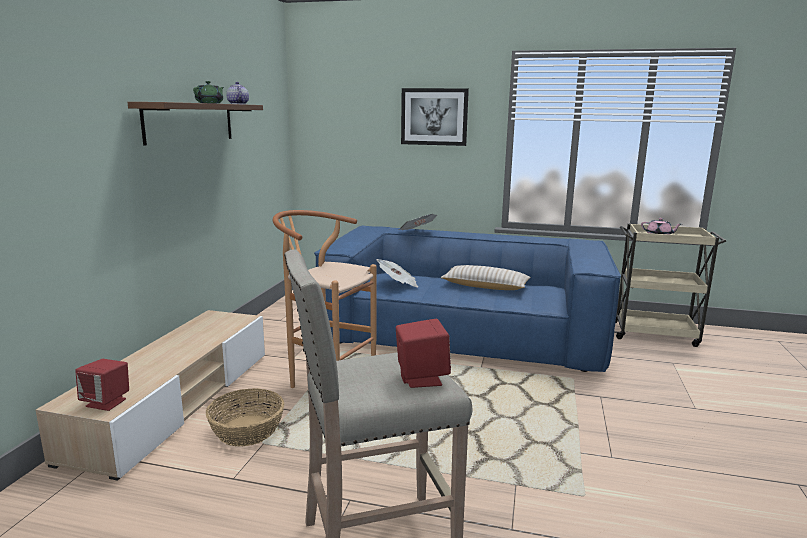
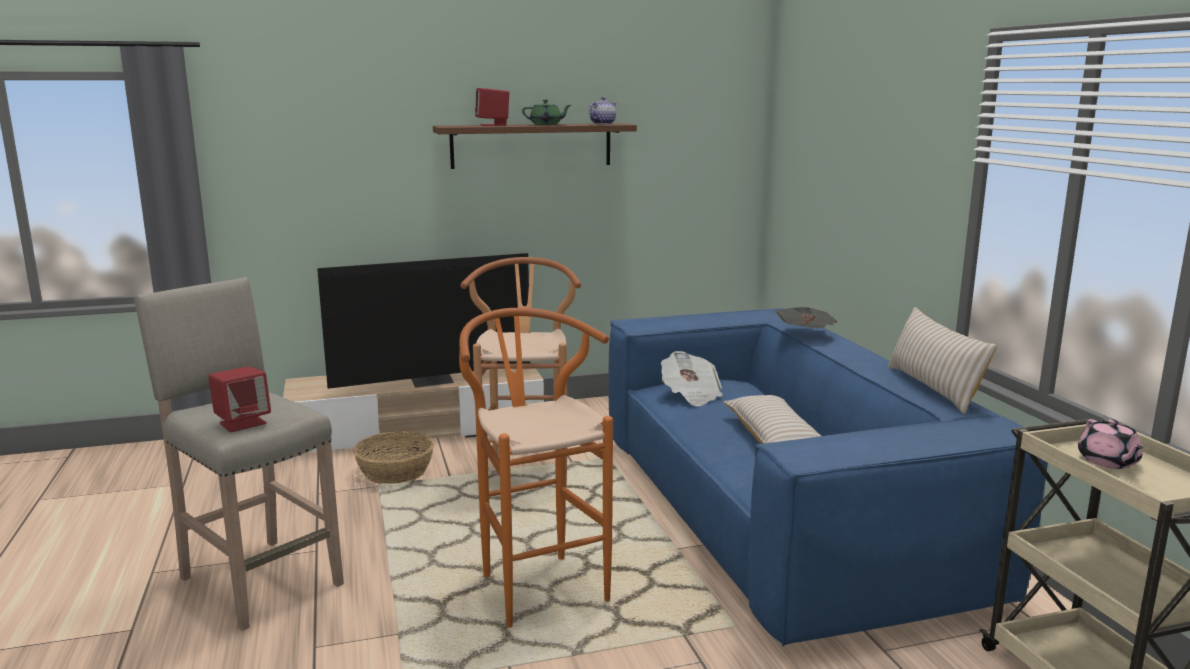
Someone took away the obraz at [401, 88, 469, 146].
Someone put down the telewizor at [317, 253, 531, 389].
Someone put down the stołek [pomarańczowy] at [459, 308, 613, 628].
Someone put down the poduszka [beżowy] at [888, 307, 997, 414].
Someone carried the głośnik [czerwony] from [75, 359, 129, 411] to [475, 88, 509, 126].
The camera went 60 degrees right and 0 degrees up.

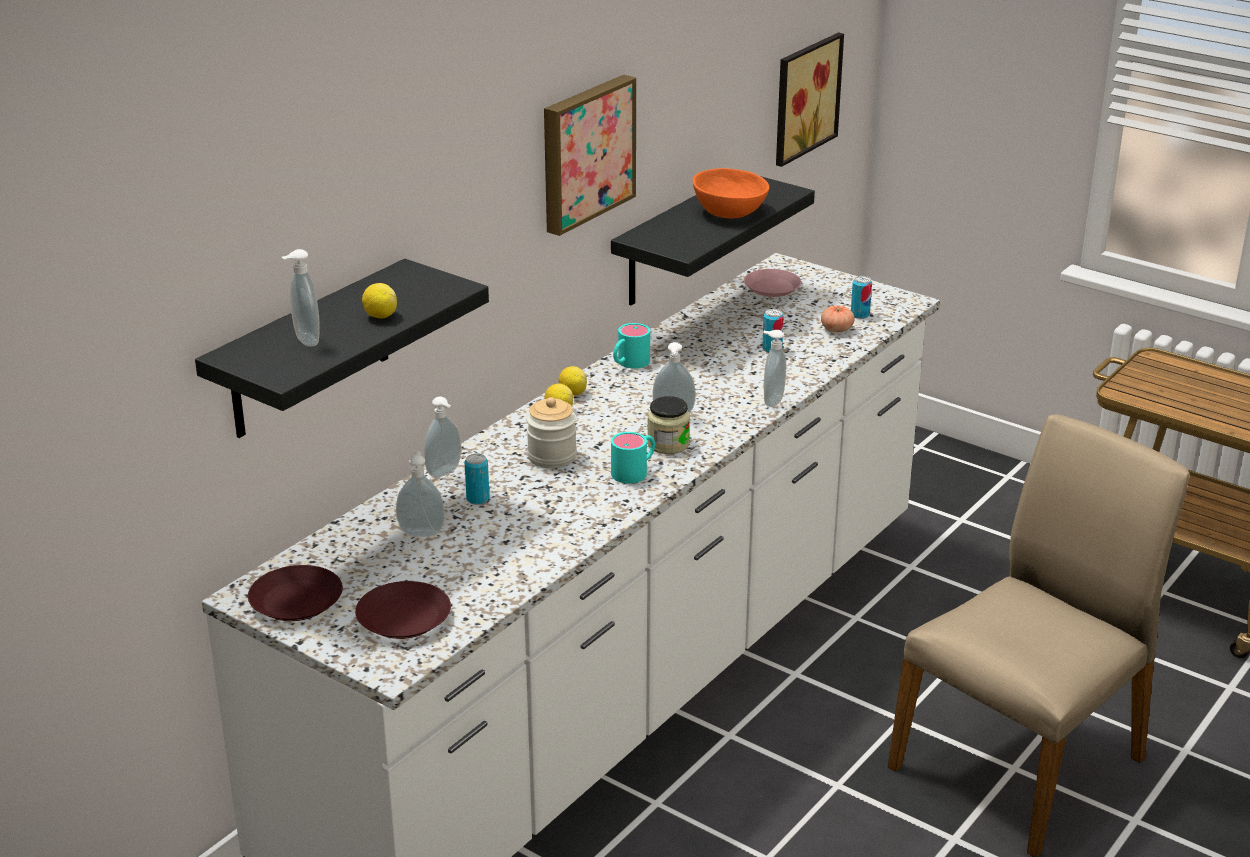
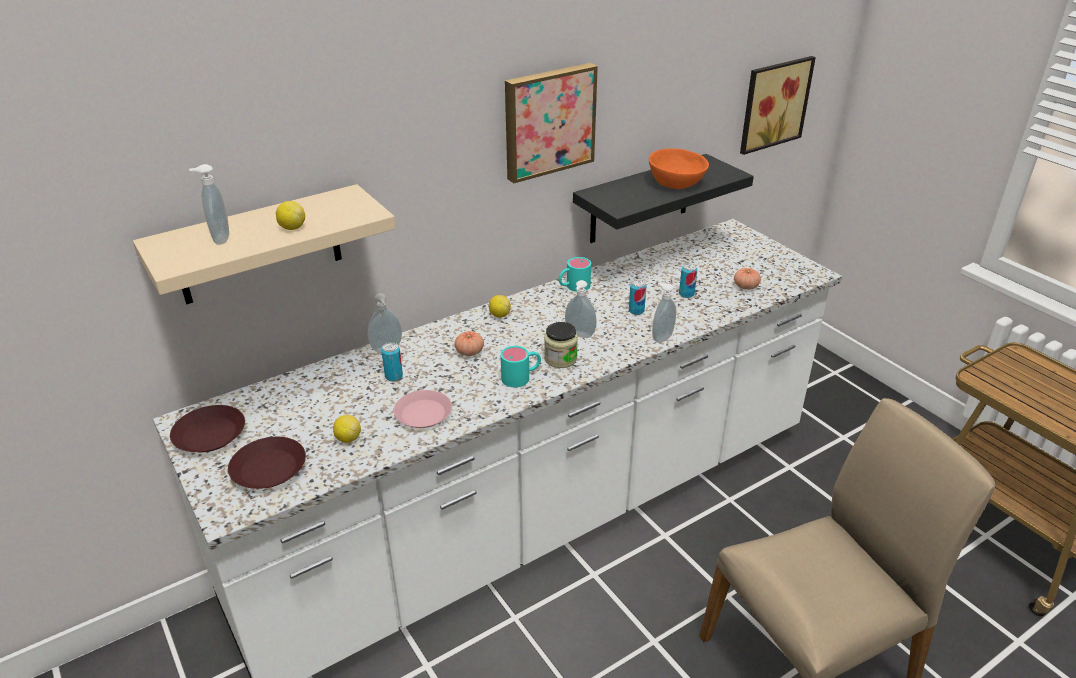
Someone took away the dozownik mydła at [396, 451, 445, 537].
Someone carried the cytryna from [559, 366, 587, 396] to [333, 415, 361, 443].
Someone carried the talerz [różowy] from [744, 269, 801, 297] to [394, 390, 452, 428].
Someone carried the puszka from [851, 276, 872, 319] to [629, 280, 647, 315].
Someone swapped the słoik at [526, 397, 577, 468] for the pomidor at [455, 331, 484, 356].
Someone repainted the półka [czarny] at [195, 259, 489, 438], which became the półka [beżowy] at [133, 184, 396, 304].
The camera went 20 degrees right and 5 degrees up.

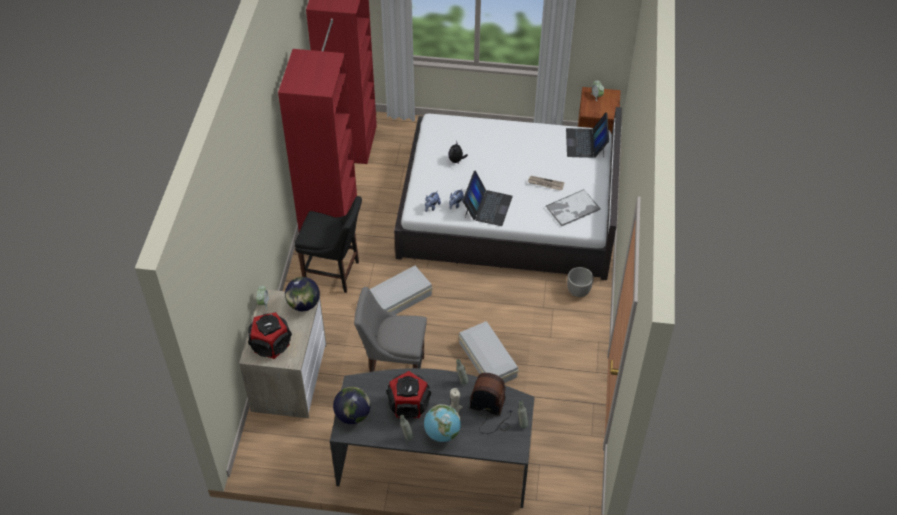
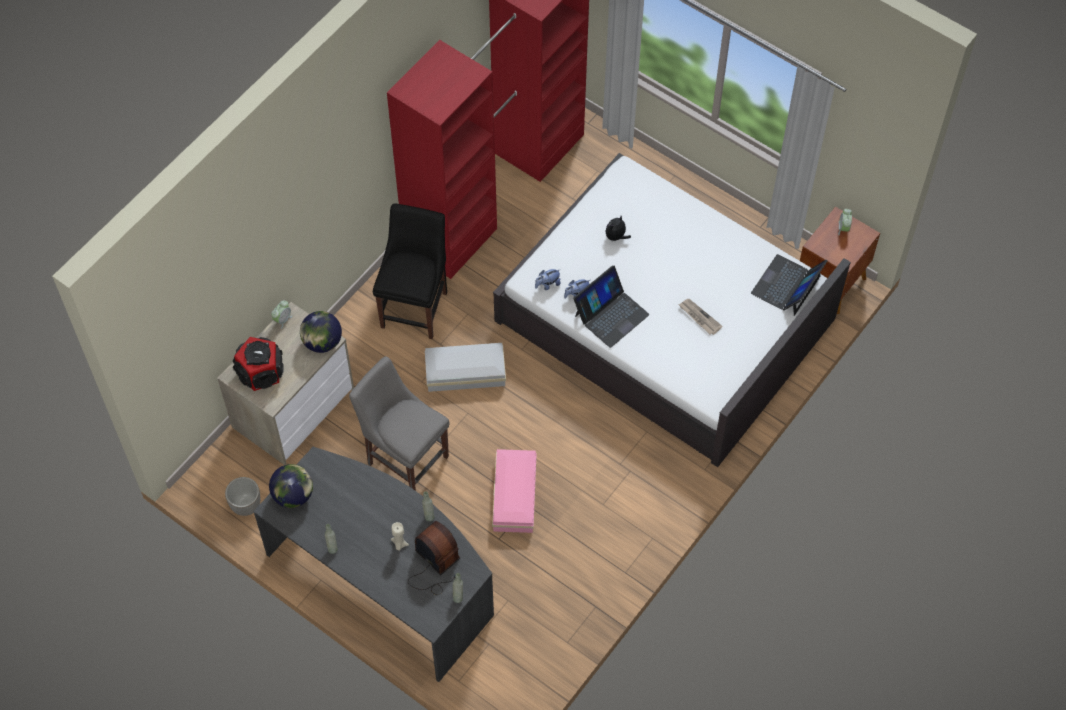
Someone took away the głośnik at [387, 371, 431, 419].
Someone took away the globus at [424, 404, 461, 442].
Someone took away the taca at [546, 189, 601, 227].
Someone carried the donica from [567, 267, 594, 297] to [225, 477, 260, 516].
Someone repainted the pojemnik do przechowywania [biały] at [459, 321, 519, 383], which became the pojemnik do przechowywania [różowy] at [492, 449, 537, 533].
Someone rotated the krzesło [czarny] at [295, 196, 362, 293] by 120 degrees counterclockwise.
The camera went 30 degrees right and 10 degrees up.

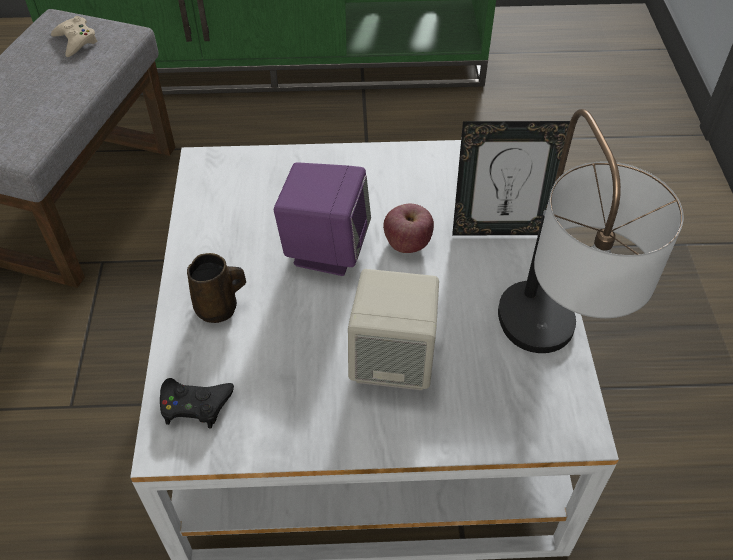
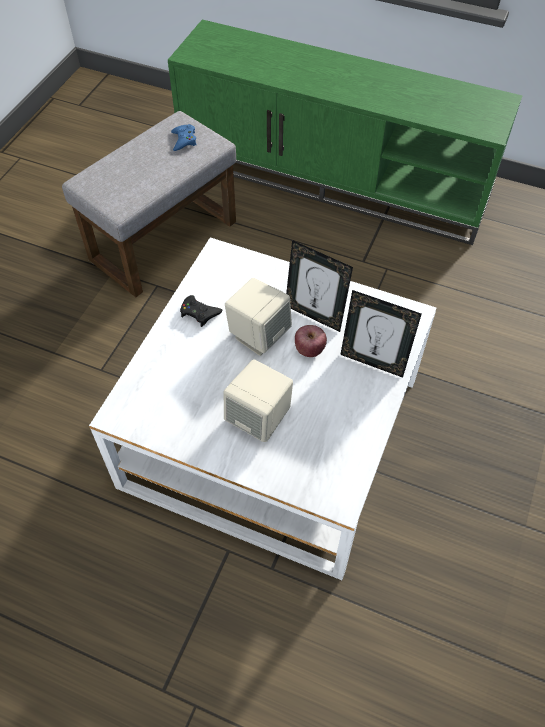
Someone took away the kubek [brązowy] at [187, 253, 246, 323].
Someone took away the lampa stołowa at [498, 109, 684, 353].
Someone put down the ramka na zdjęcie at [286, 240, 353, 332].
Someone carried the pad do gier [czarny] from [160, 378, 234, 429] to [180, 295, 222, 327].
Someone repainted the pad do gier [beżowy] at [51, 16, 98, 57], which became the pad do gier [niebieski] at [171, 124, 197, 151].
Someone repainted the głośnik [fioletowy] at [274, 162, 371, 276], which became the głośnik [beżowy] at [225, 278, 292, 356].
The camera went 25 degrees right and 5 degrees up.

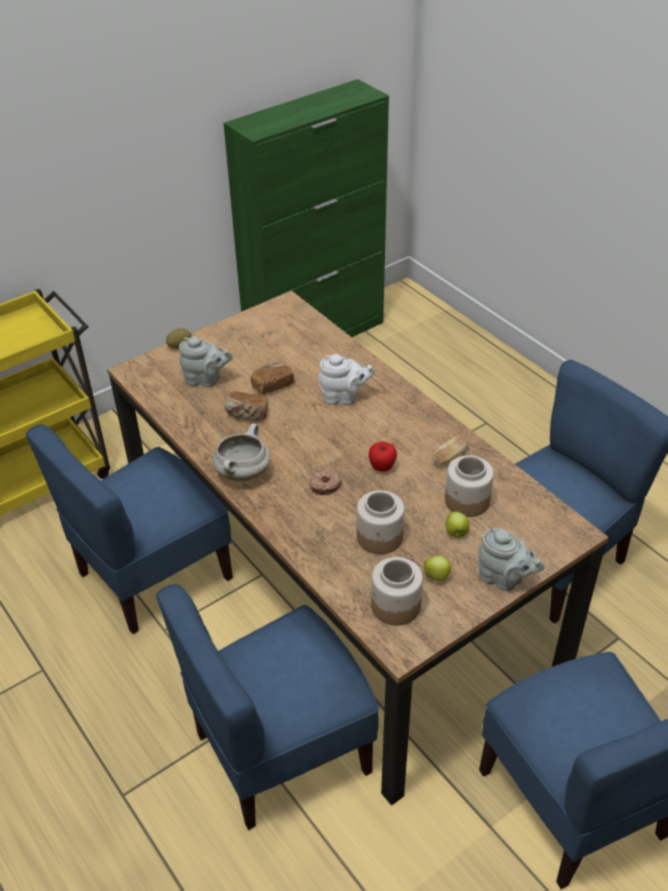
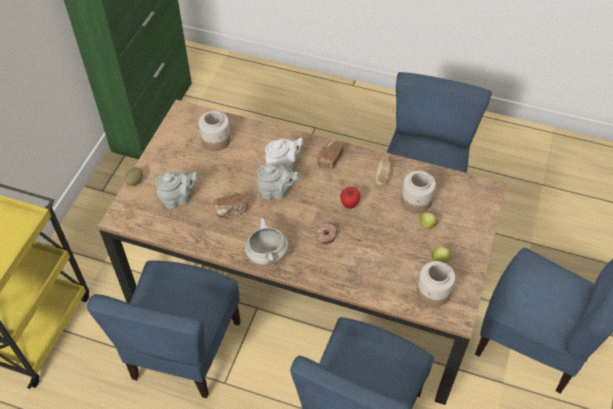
Someone carried the chleb from [251, 362, 294, 394] to [317, 140, 344, 169].
Someone carried the słoik from [357, 490, 405, 554] to [198, 111, 231, 151].
Someone carried the imbryk [szary] from [478, 528, 545, 591] to [256, 164, 301, 200].
The camera went 35 degrees left and 10 degrees up.

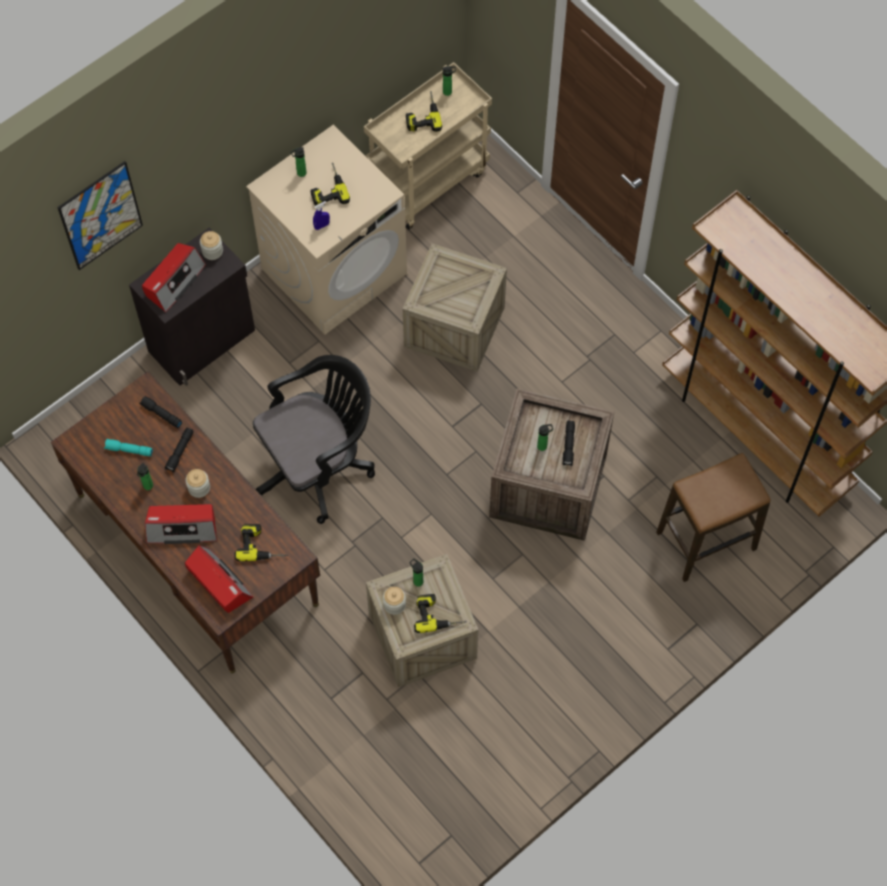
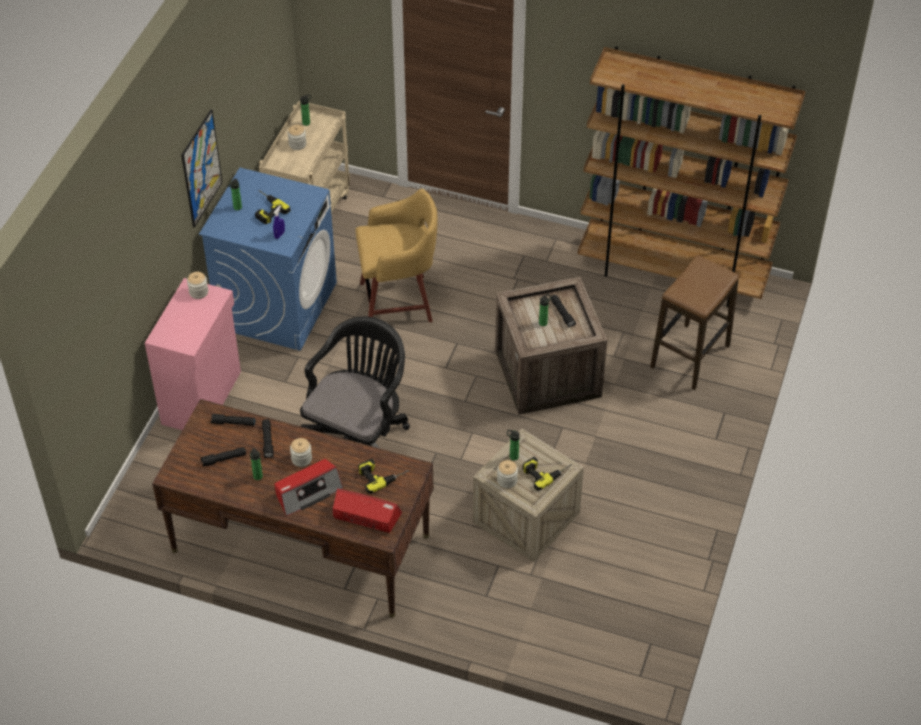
Someone took away the radio at [142, 243, 206, 312].
Someone carried the obraz from [57, 161, 143, 270] to [181, 110, 223, 228].
Someone swapped the skrzynka at [403, 243, 507, 372] for the stołek [żółty] at [356, 188, 437, 322].
Someone swapped the wiertarka at [406, 91, 442, 132] for the słoik at [288, 125, 306, 150].
Someone repainted the latarka [turkusowy] at [104, 439, 153, 456], which became the latarka [czarny] at [200, 447, 246, 467].
Someone repainted the szafka [czarny] at [129, 228, 255, 386], which became the szafka [różowy] at [145, 278, 241, 430].
Someone repainted the pralka [beżowy] at [246, 124, 407, 335], which became the pralka [niebieski] at [199, 168, 337, 351].
The camera went 30 degrees left and 15 degrees down.

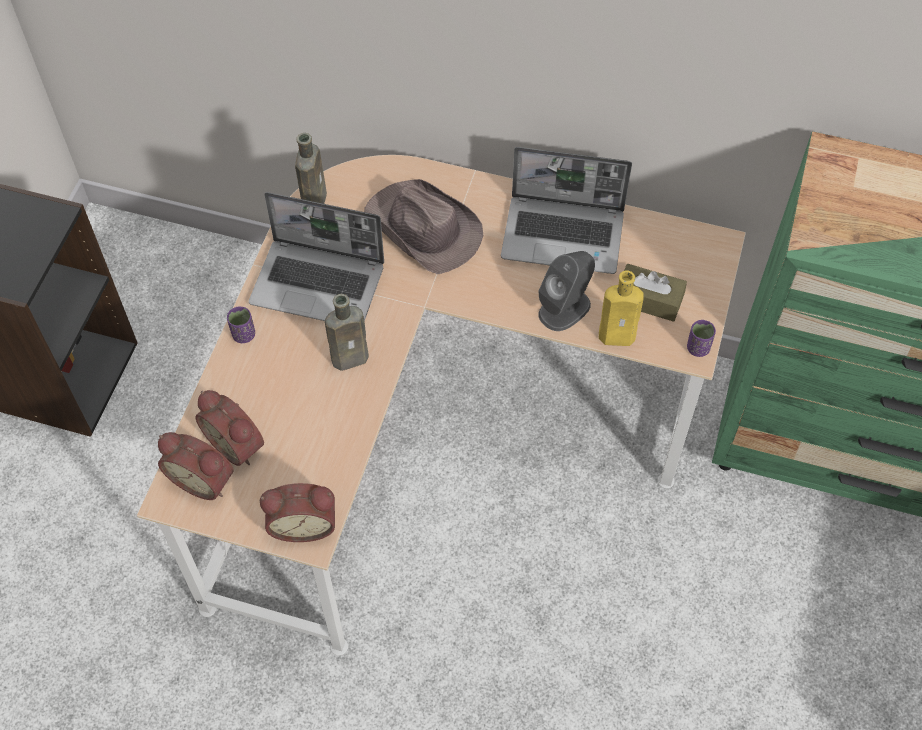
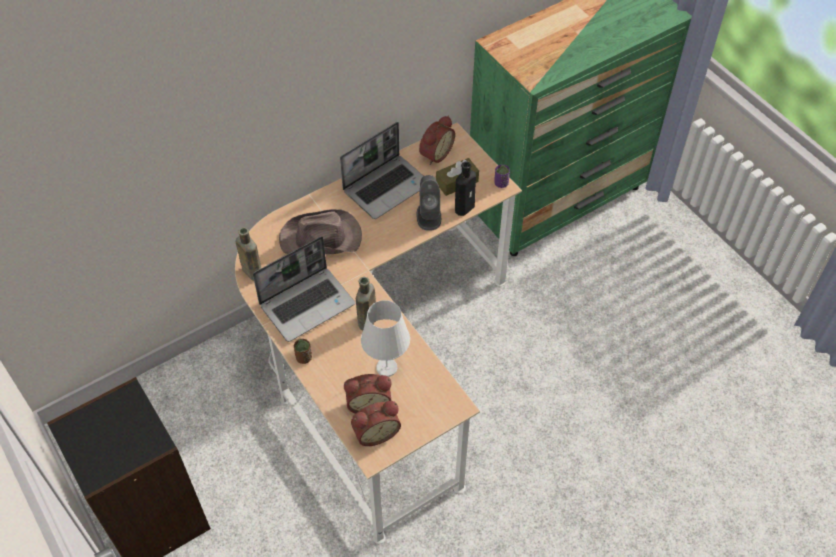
Someone put down the lampa stołowa [biały] at [361, 300, 410, 377].
Someone carried the budzik from [260, 483, 335, 542] to [419, 116, 455, 165].
Someone repainted the filiżanka [fioletowy] at [227, 307, 255, 343], which became the filiżanka [brązowy] at [294, 339, 312, 364].
Someone repainted the butelka [żółty] at [599, 270, 644, 346], which became the butelka [czarny] at [455, 161, 476, 216].
The camera went 50 degrees left and 5 degrees down.

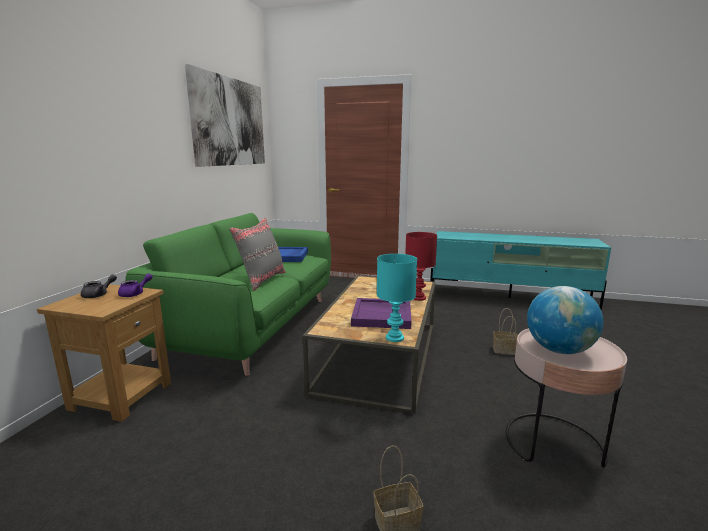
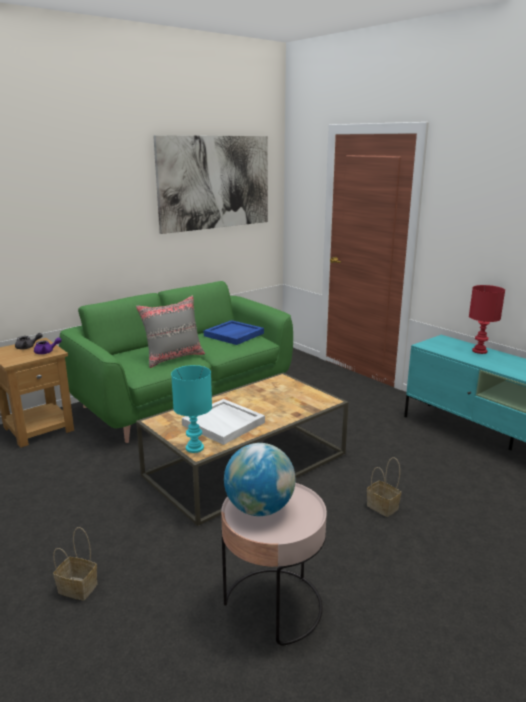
Someone carried the lampa stołowa [czerwony] from [405, 232, 437, 301] to [469, 285, 505, 354].
Someone repainted the taca [fioletowy] at [351, 298, 412, 329], which became the taca [biały] at [182, 399, 265, 445].
The camera went 35 degrees right and 5 degrees up.

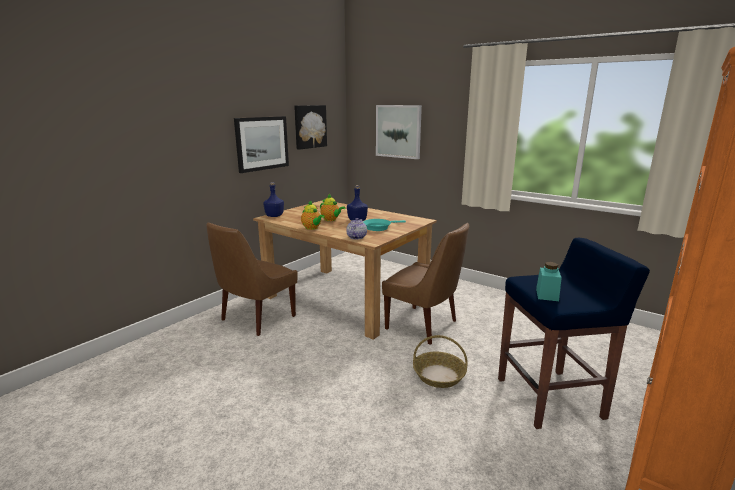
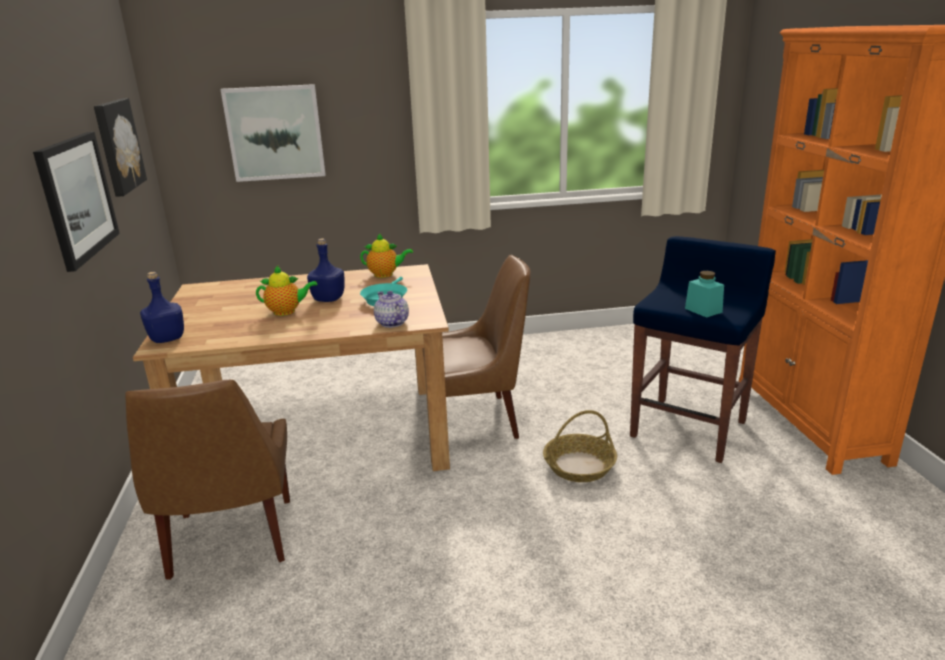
Someone carried the imbryk from [301, 200, 325, 230] to [360, 233, 413, 278].
The camera went 45 degrees left and 5 degrees up.

